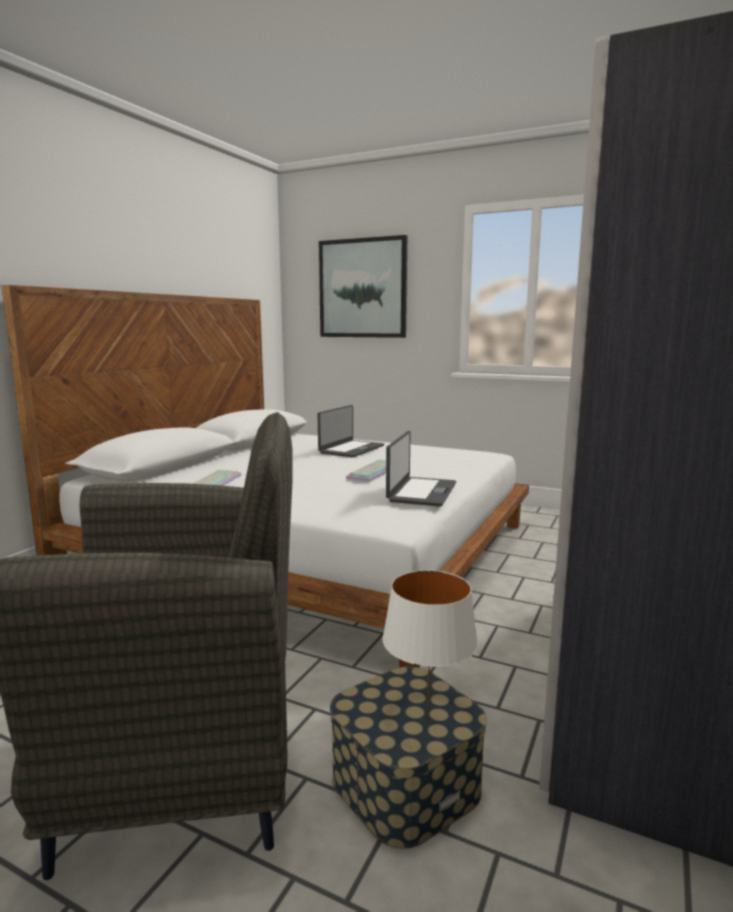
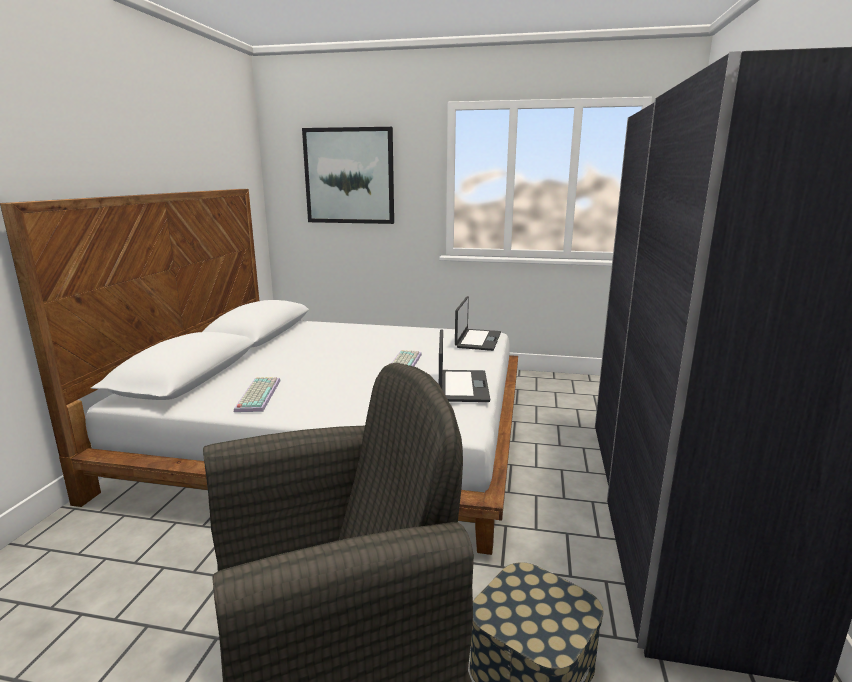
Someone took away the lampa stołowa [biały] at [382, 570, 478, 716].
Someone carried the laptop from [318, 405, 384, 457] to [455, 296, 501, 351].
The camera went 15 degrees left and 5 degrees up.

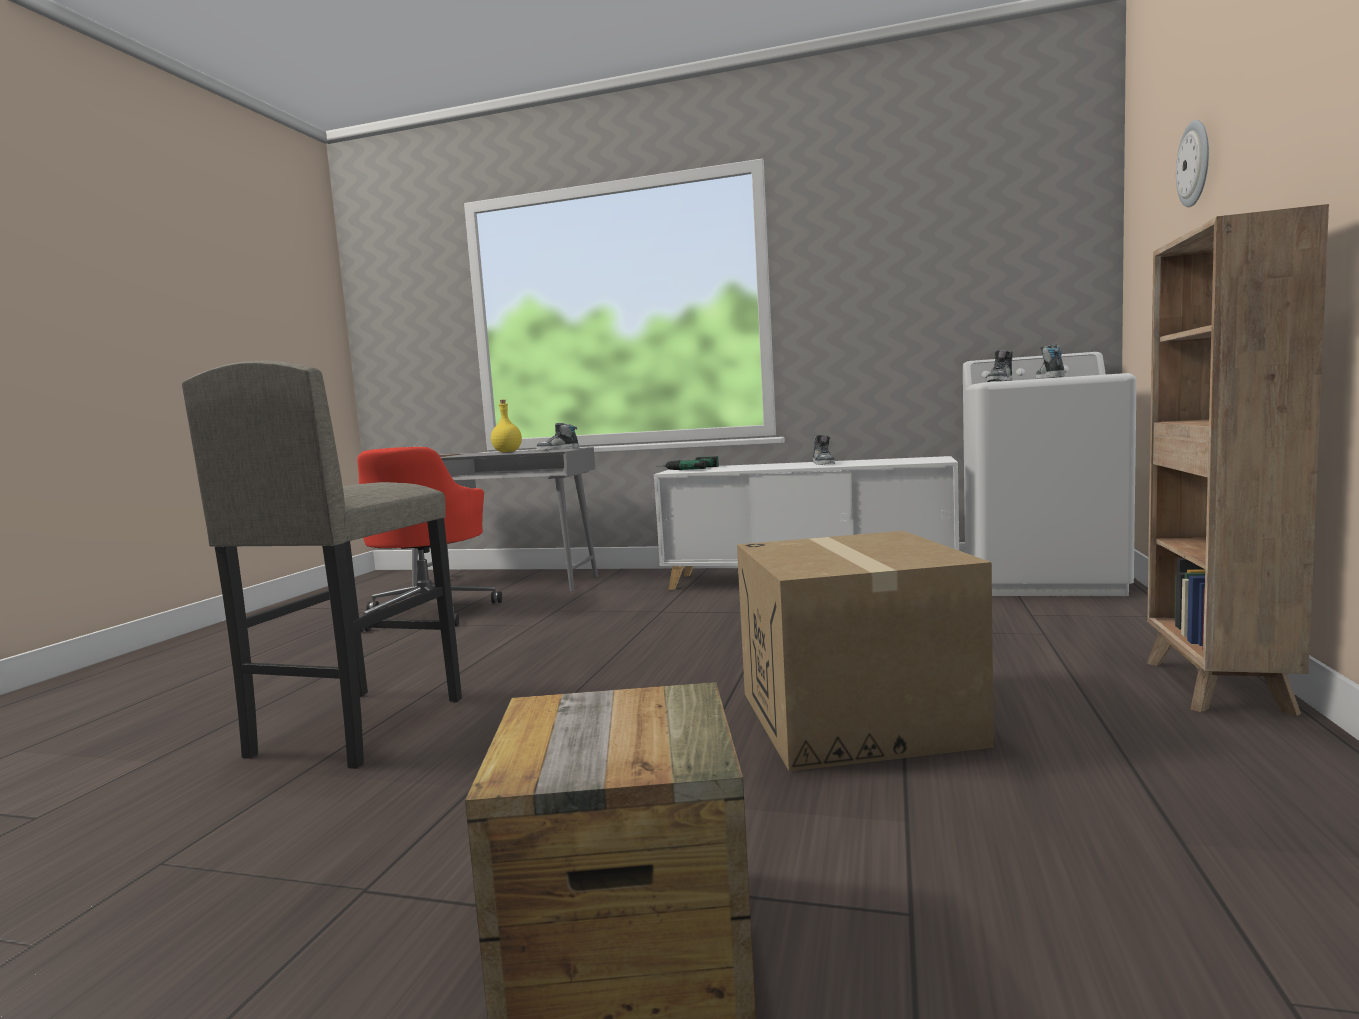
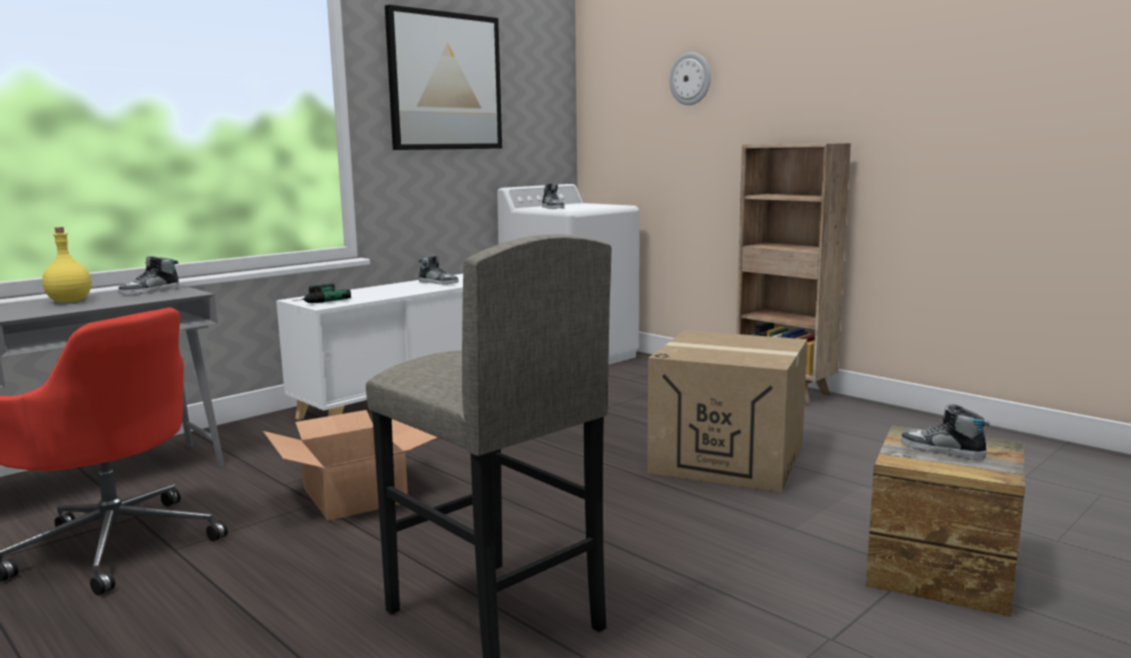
Someone put down the karton at [263, 410, 438, 521].
Someone put up the obraz at [385, 5, 502, 150].
Someone carried the but from [1036, 344, 1065, 379] to [901, 404, 990, 460].
The camera went 60 degrees left and 5 degrees up.

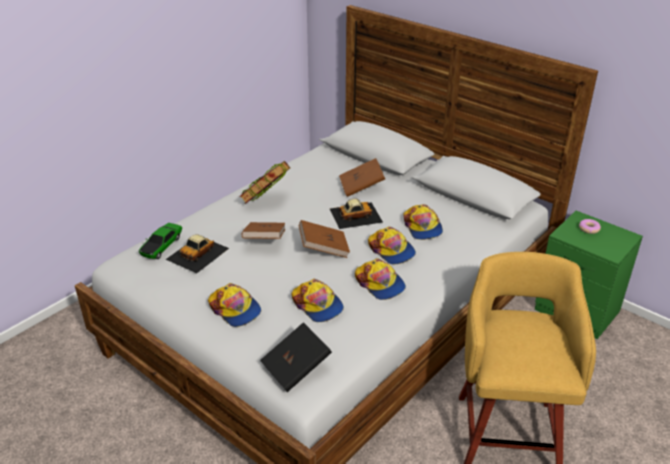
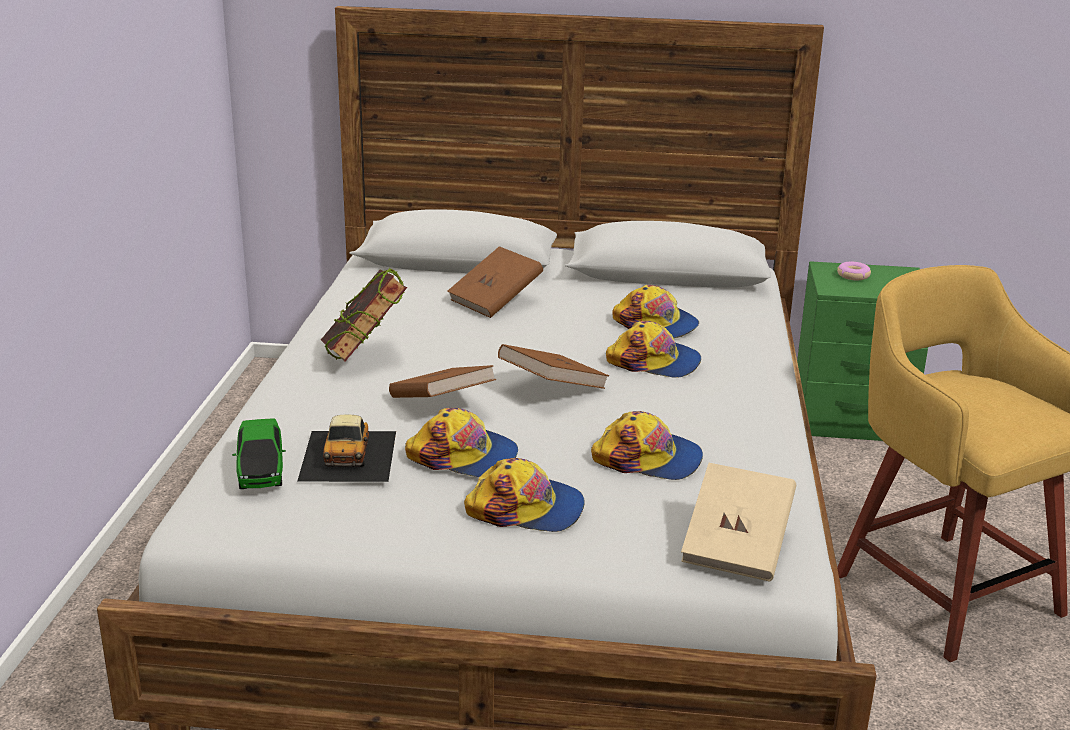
Someone took away the samochodzik at [330, 199, 383, 229].
Someone carried the czapka z daszkiem from [355, 258, 406, 300] to [405, 408, 518, 477].
Someone repainted the książka [czarny] at [260, 322, 332, 392], which became the książka [beżowy] at [681, 463, 796, 582].
The camera went 35 degrees left and 10 degrees down.

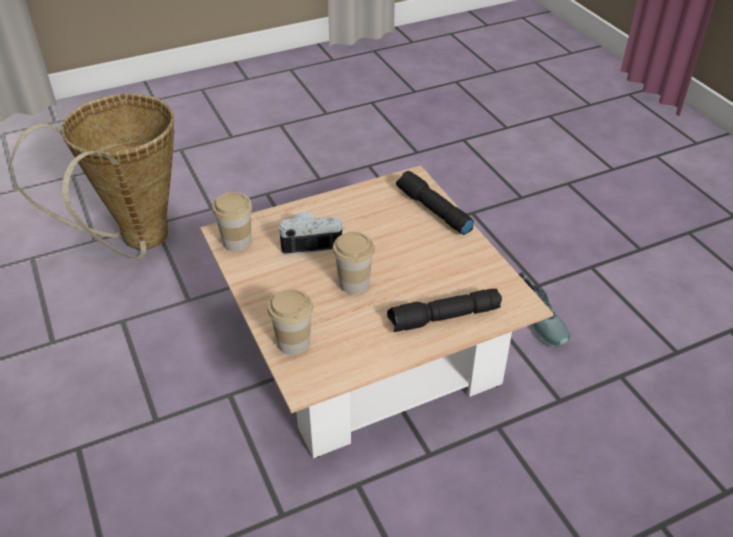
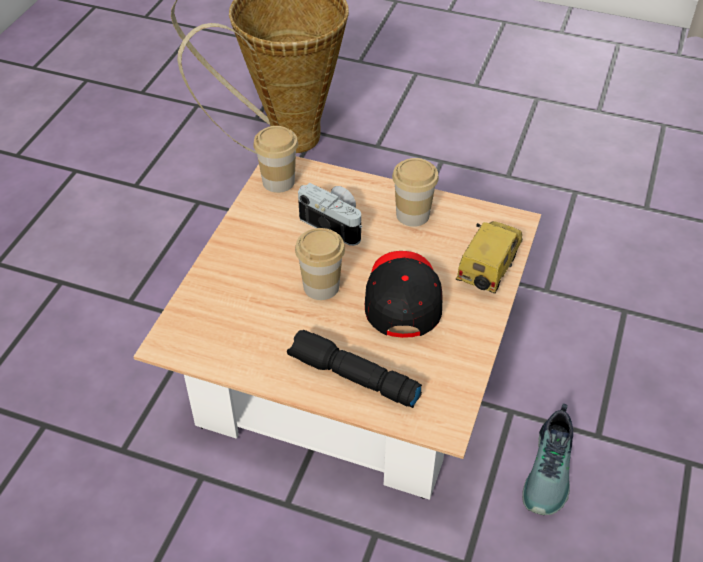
Someone put down the czapka z daszkiem [czarny] at [365, 251, 443, 338].
Someone carried the filiżanka from [268, 289, 313, 355] to [392, 158, 439, 227].
Someone swapped the latarka [czarny] at [396, 171, 474, 235] for the samochodzik at [456, 221, 523, 294].
The camera went 45 degrees right and 5 degrees up.

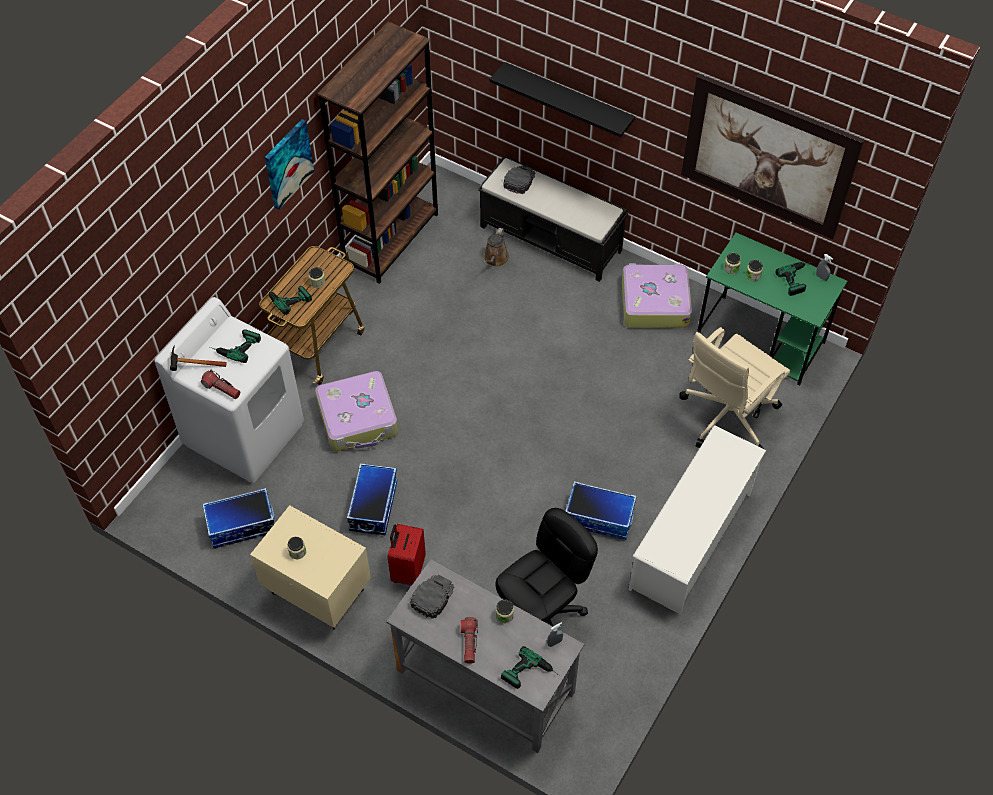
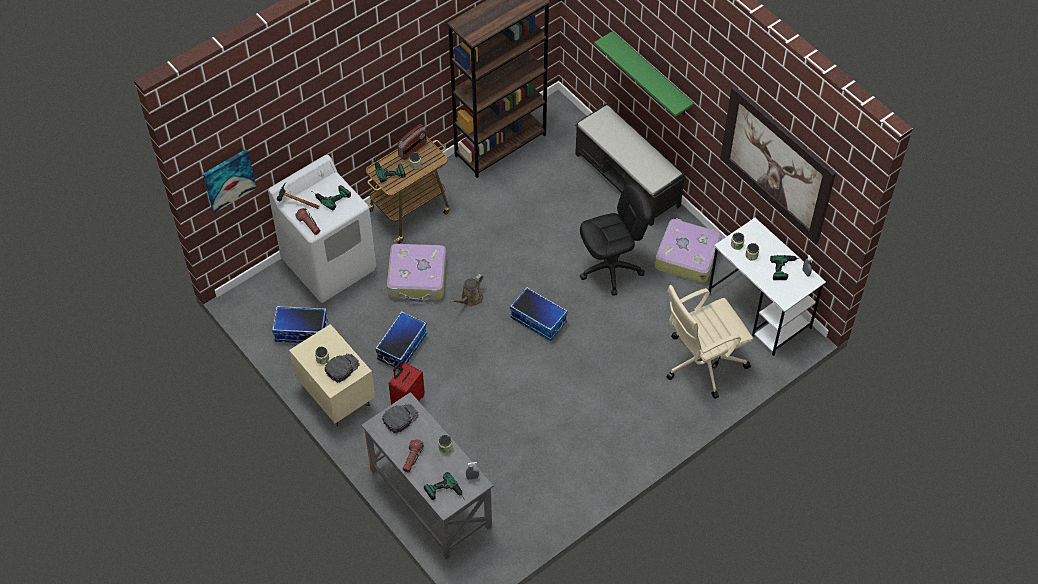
Someone took away the regał na buty [biały] at [629, 425, 766, 615].
Someone put down the radio at [397, 124, 427, 160].
Someone carried the obraz from [265, 119, 314, 210] to [203, 149, 256, 213].
Someone carried the konewka [brązowy] from [483, 228, 509, 267] to [450, 274, 483, 306].
Someone carried the krzesło biurowe [czarny] from [495, 508, 598, 626] to [580, 183, 652, 295].
Someone carried the czapka z daszkiem [czarny] from [503, 165, 535, 194] to [325, 354, 360, 383].
Someone carried the pojemnik do przechowywania from [566, 481, 637, 540] to [510, 287, 568, 341].
Someone repainted the półka [czarny] at [490, 62, 635, 137], which became the półka [zielony] at [594, 31, 694, 117].
Someone repainted the biurko [zielony] at [697, 233, 848, 386], which became the biurko [biały] at [708, 218, 826, 356].
The camera went 20 degrees right and 0 degrees up.

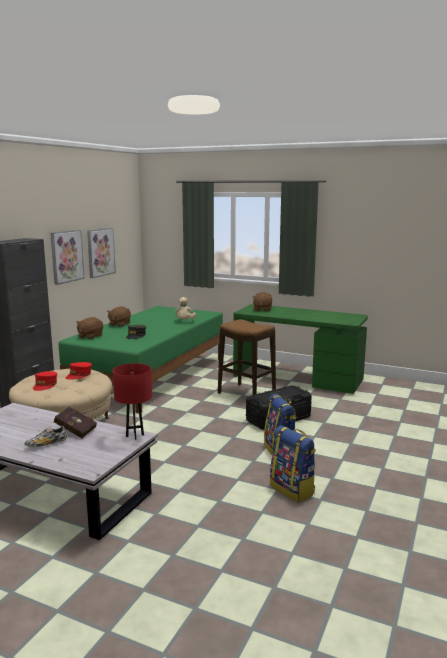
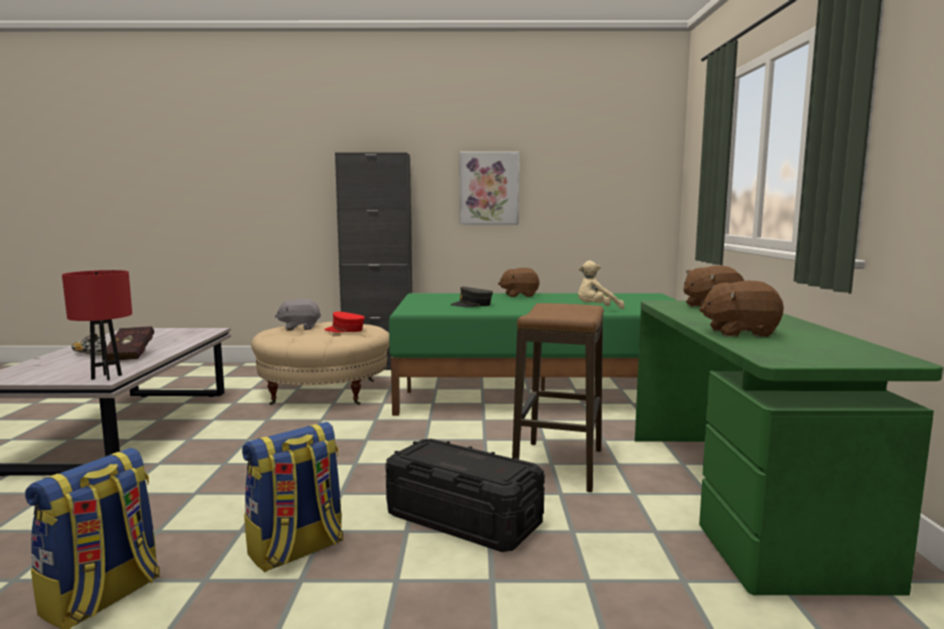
Someone took away the obraz at [87, 228, 116, 278].
Someone carried the pluszak [brązowy] from [76, 317, 103, 339] to [699, 280, 784, 337].
Someone swapped the czapka z daszkiem [czerwony] at [33, 371, 57, 391] for the pluszak [szary] at [275, 299, 321, 331].
The camera went 65 degrees right and 5 degrees down.

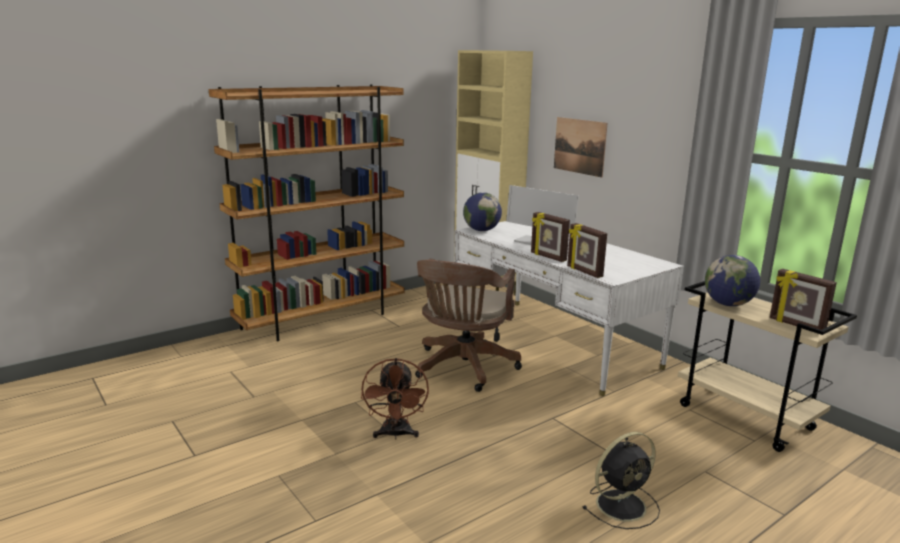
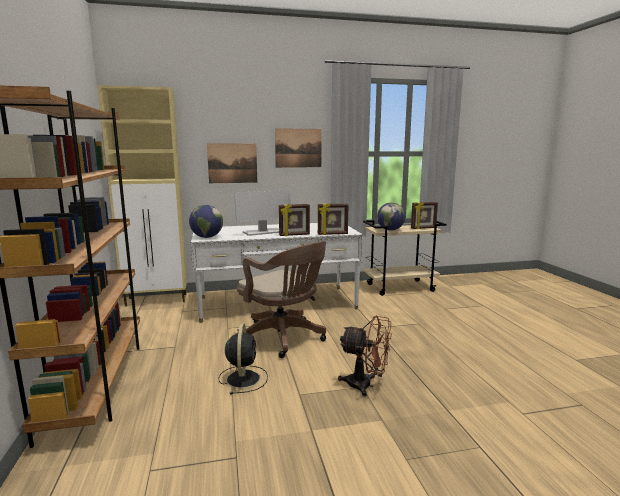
Someone put up the obraz at [275, 128, 322, 168].
Someone carried the wentylator [czarny] from [582, 432, 660, 529] to [218, 323, 268, 394].
The camera went 65 degrees left and 5 degrees down.

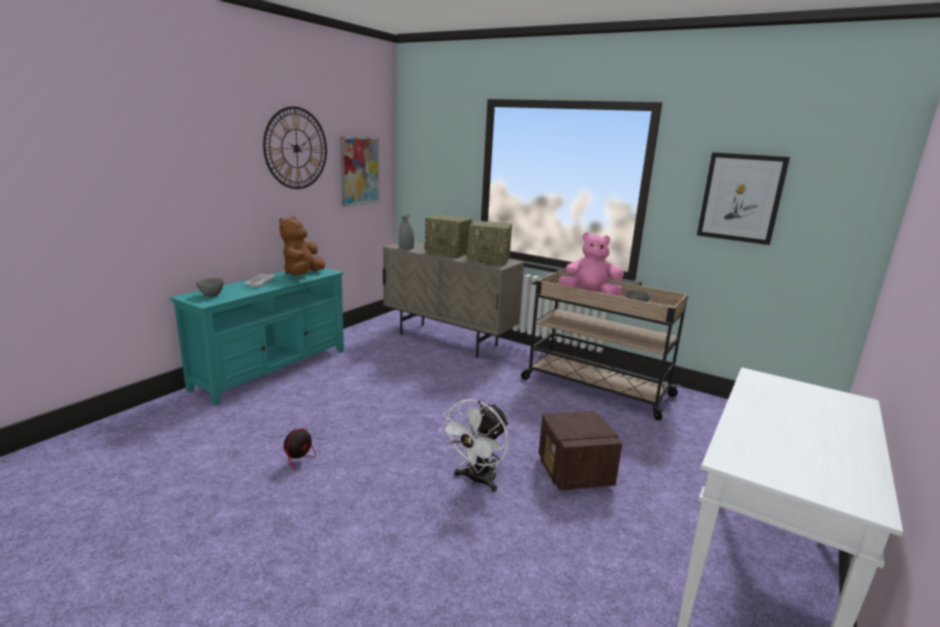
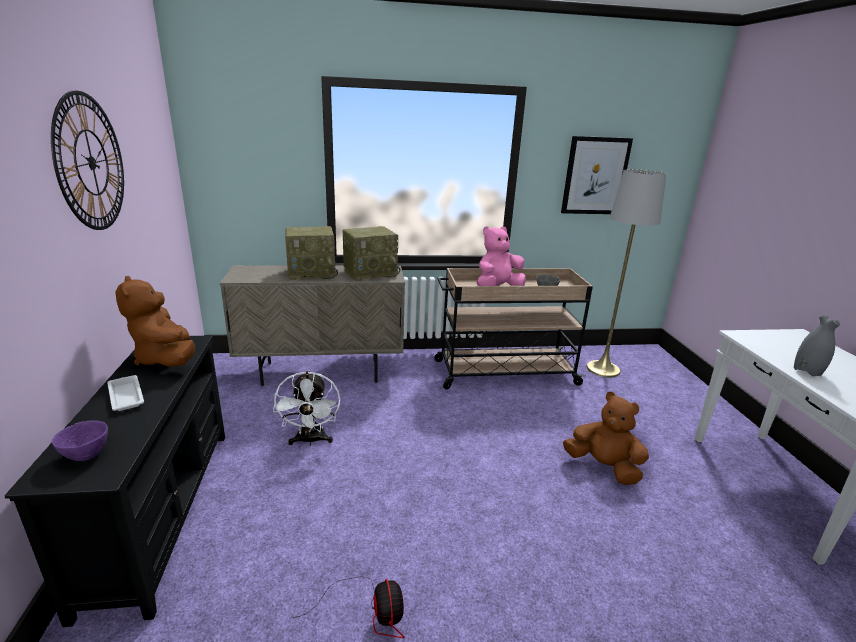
Someone took away the obraz at [340, 136, 379, 207].
Someone put down the lampa stojąca [szary] at [586, 169, 667, 377].
Someone carried the wazon [szary] from [398, 214, 414, 250] to [794, 315, 840, 376].
Someone carried the wentylator [biały] from [439, 399, 509, 492] to [273, 371, 340, 446].
Someone swapped the radio at [539, 411, 622, 491] for the pluszak [brązowy] at [563, 392, 649, 485].
Someone repainted the szafka pod telewizor [turkusowy] at [170, 268, 344, 405], which became the szafka pod telewizor [czarny] at [5, 335, 225, 627].
Someone repainted the miska [szary] at [196, 278, 224, 297], which became the miska [fioletowy] at [52, 421, 108, 461].
The camera went 40 degrees left and 5 degrees up.

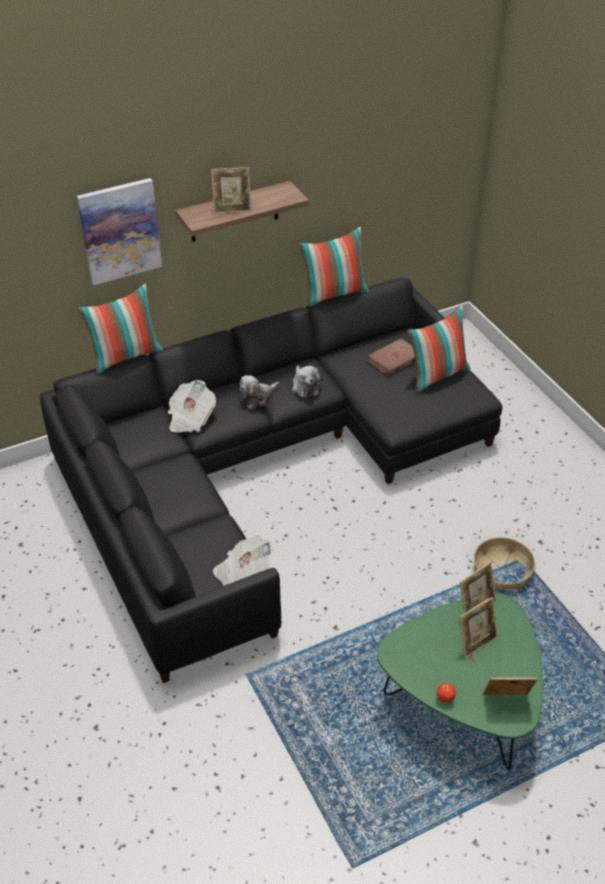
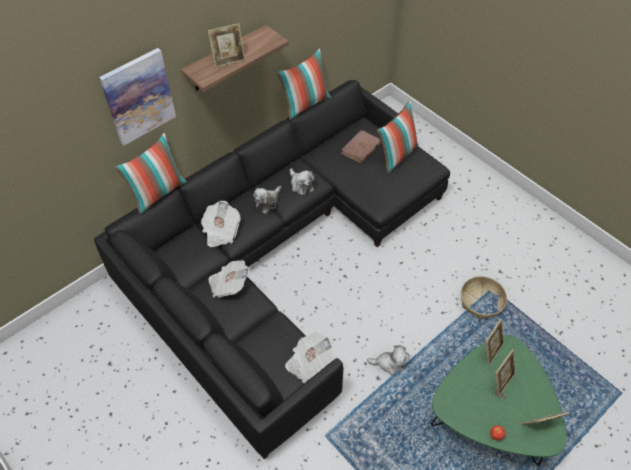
Someone put down the gazeta at [208, 260, 250, 298].
Someone put down the pluszak at [367, 345, 410, 375].
The camera went 15 degrees left and 10 degrees up.

